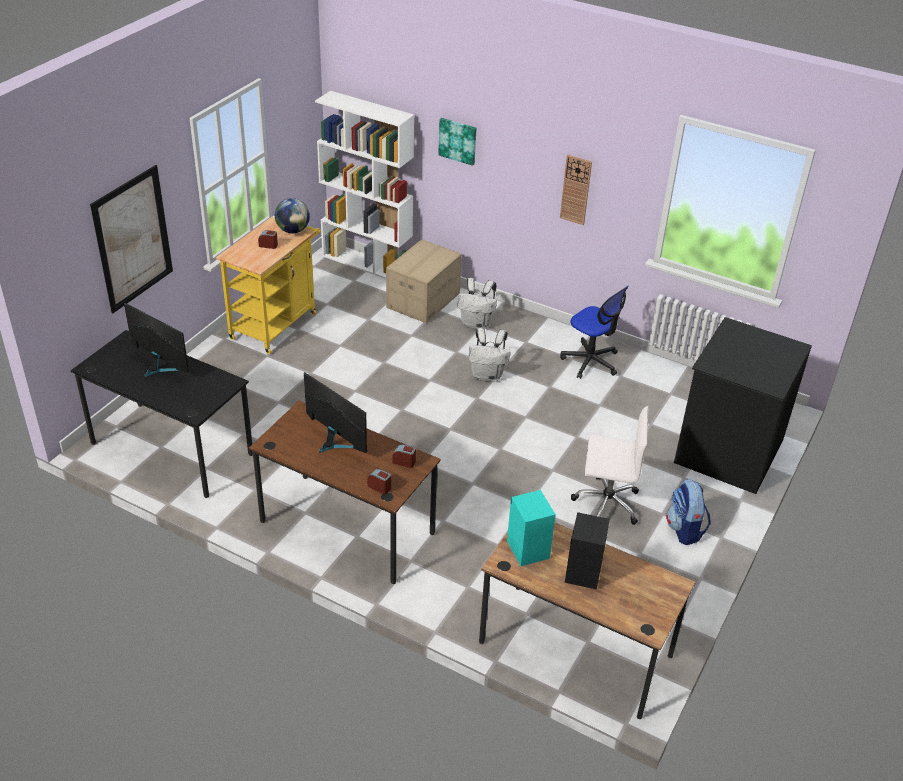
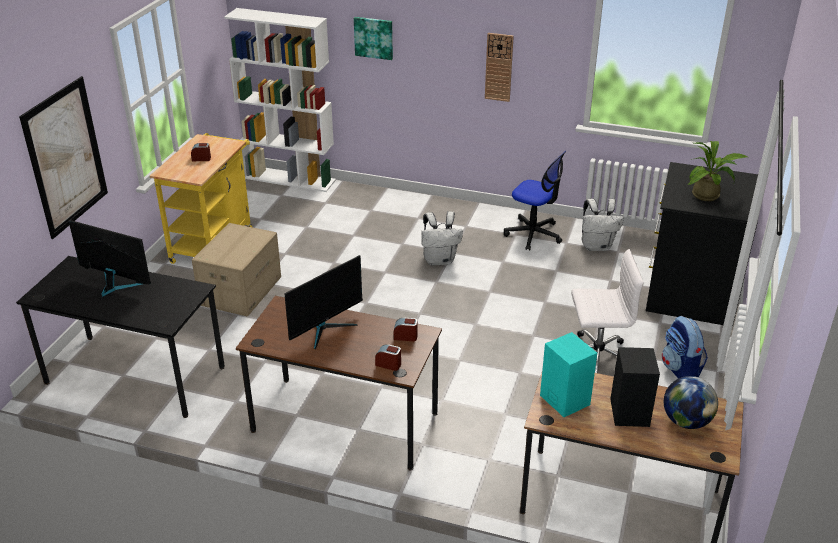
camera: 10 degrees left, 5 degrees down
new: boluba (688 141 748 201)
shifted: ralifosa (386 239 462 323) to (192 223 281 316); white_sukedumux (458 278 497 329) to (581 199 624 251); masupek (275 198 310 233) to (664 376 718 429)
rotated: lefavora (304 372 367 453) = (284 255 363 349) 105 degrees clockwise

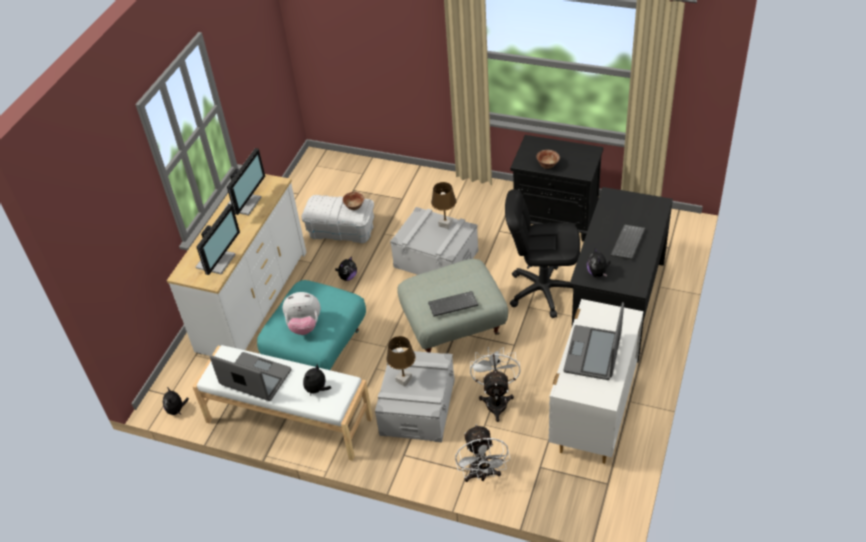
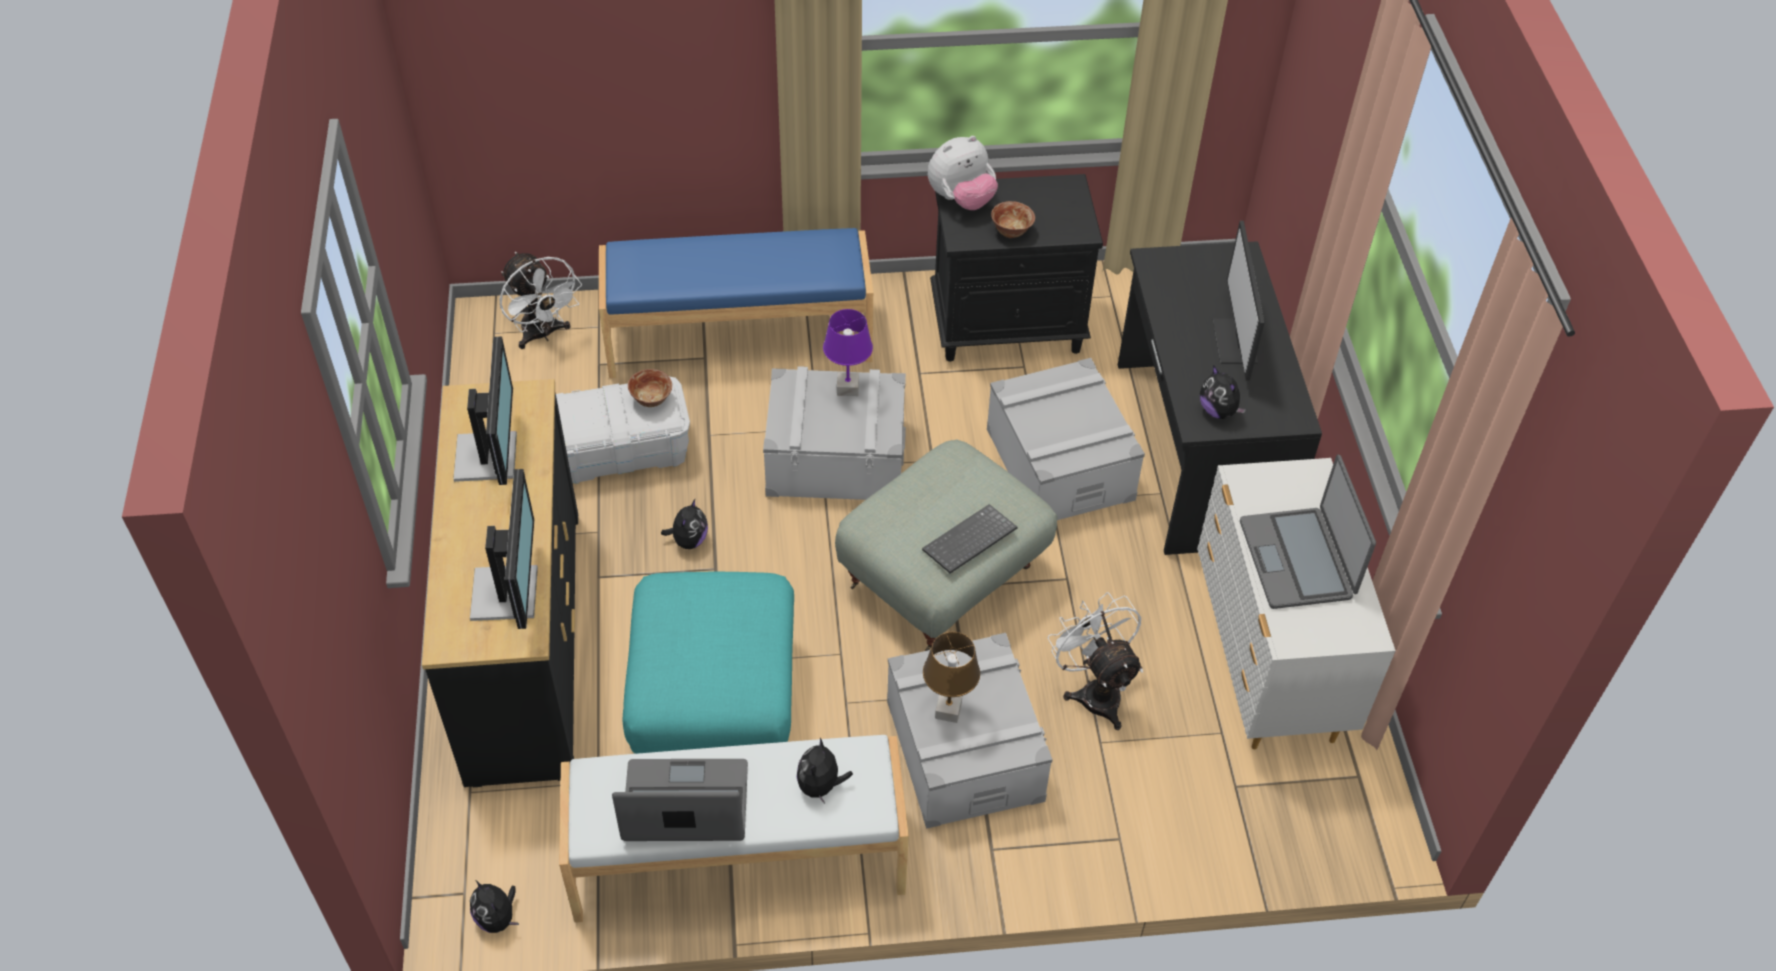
camera: 30 degrees left, 5 degrees up
new: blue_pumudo (599 228 873 378)
shifted: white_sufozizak (455 424 510 482) to (500 252 582 349); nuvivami (282 292 321 335) to (928 136 998 210)
swapped: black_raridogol (505 189 580 318) to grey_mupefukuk (987 358 1145 520); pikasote (611 224 646 260) to lefavora (1213 221 1264 381)
repainted: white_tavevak (167 174 307 356) to black_tavevak (422 379 578 787); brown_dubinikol (431 182 456 229) to purple_dubinikol (823 309 873 396)

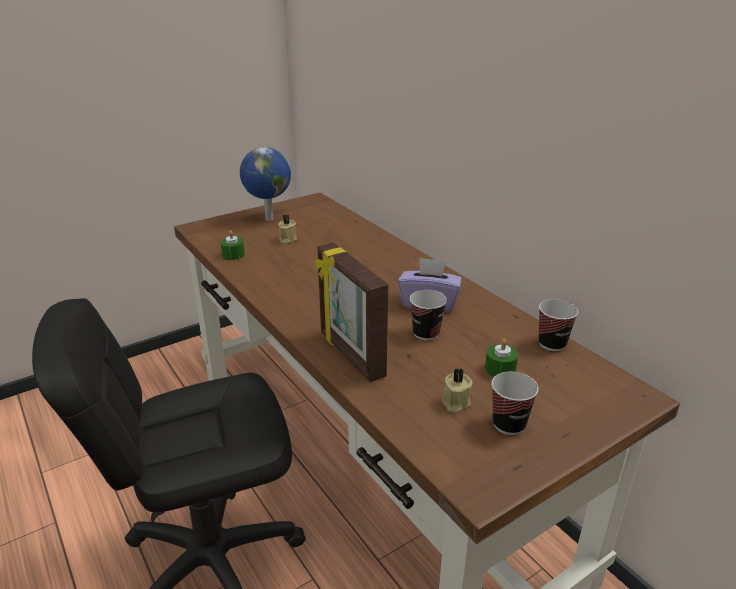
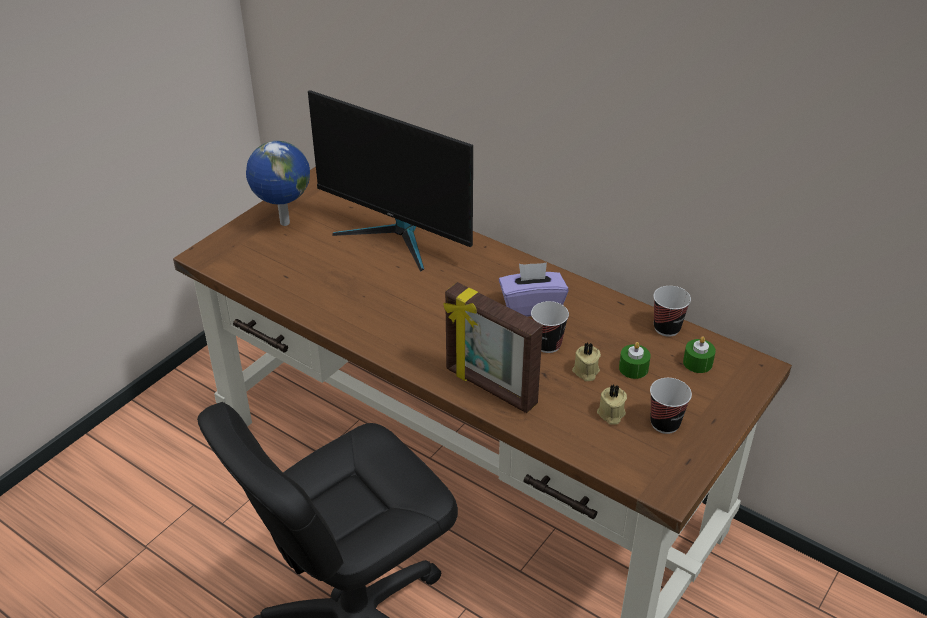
camera: 20 degrees left, 10 degrees up
new: lefavora (308 90 473 272)
shifted: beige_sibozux (278 215 297 244) to (572 343 601 381); green_sibozux (220 230 245 260) to (683 336 716 373)

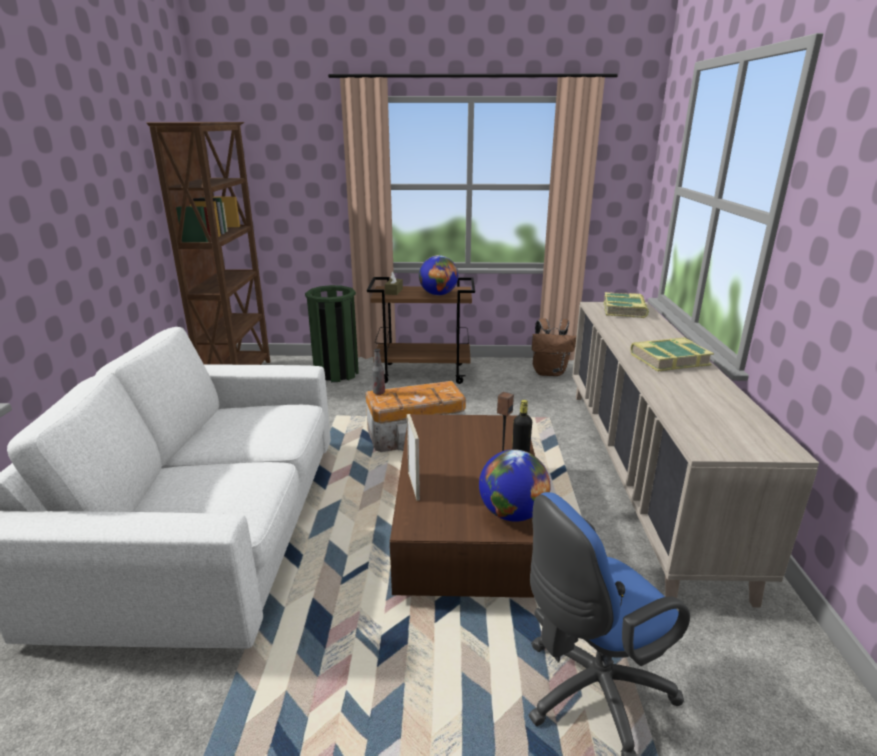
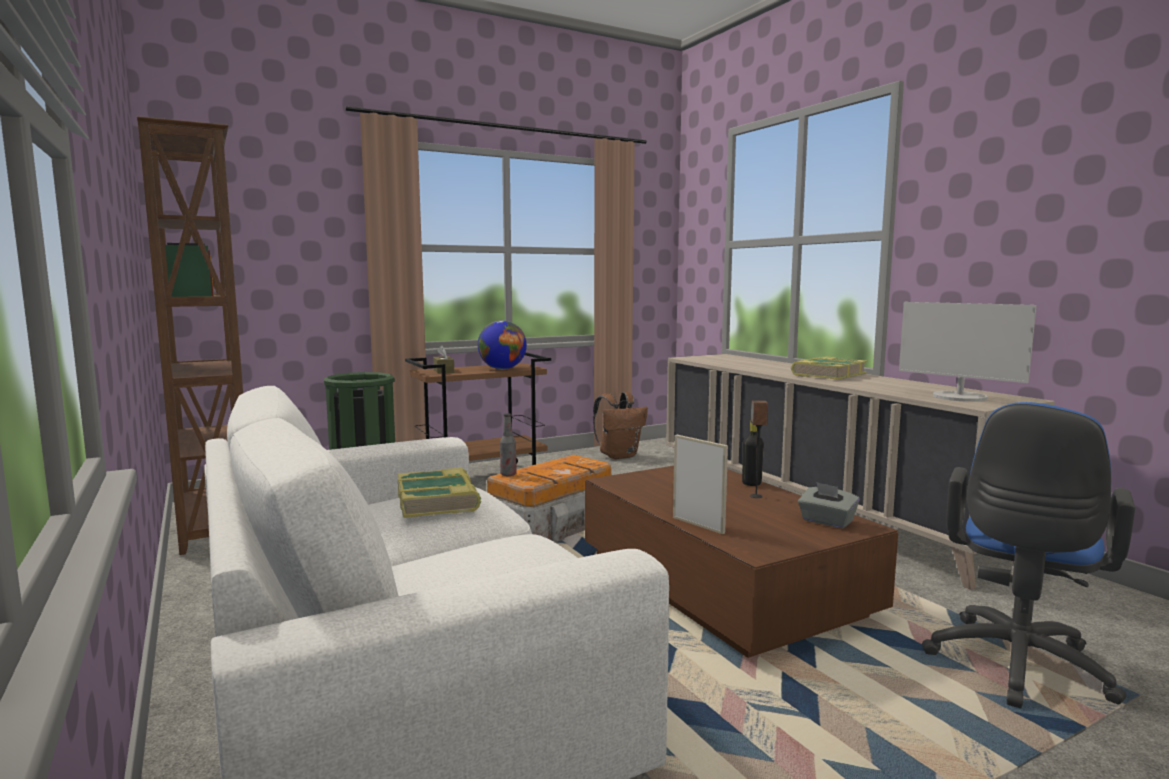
camera: 30 degrees left, 15 degrees down
new: lefavora (899 302 1037 402)
shifted: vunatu (604 292 649 318) to (398 468 481 518)
swapped: masupek (479 449 551 522) to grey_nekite (798 482 859 528)

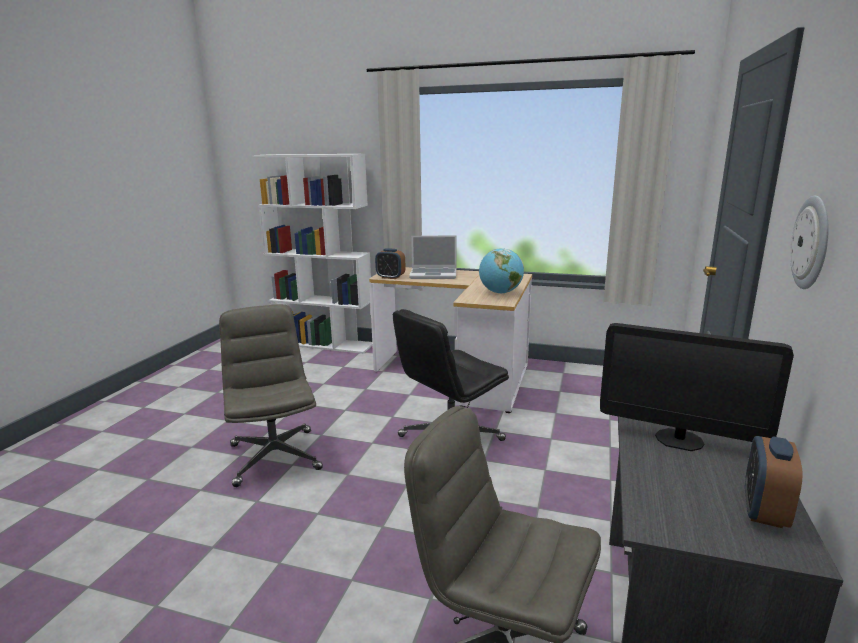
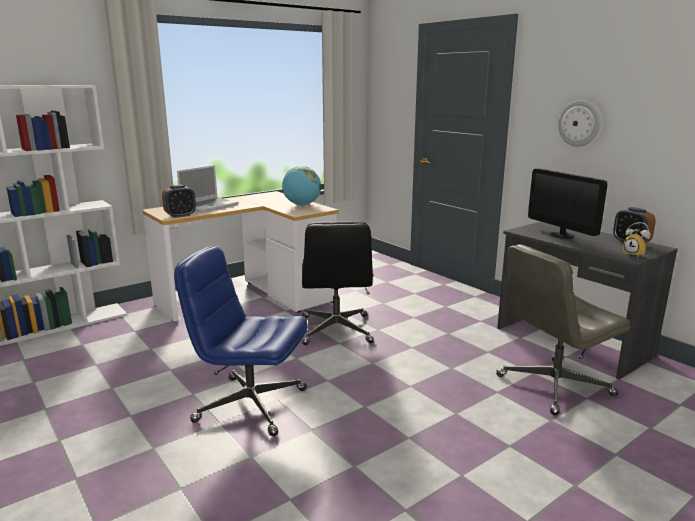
camera: 55 degrees left, 0 degrees up
new: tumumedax (623 222 650 257)
repainted: grey_raridogol (219 304 323 487) to blue_raridogol (174 246 308 436)
rotated: lefavora (600 323 794 451) = (528 168 608 239) 90 degrees clockwise

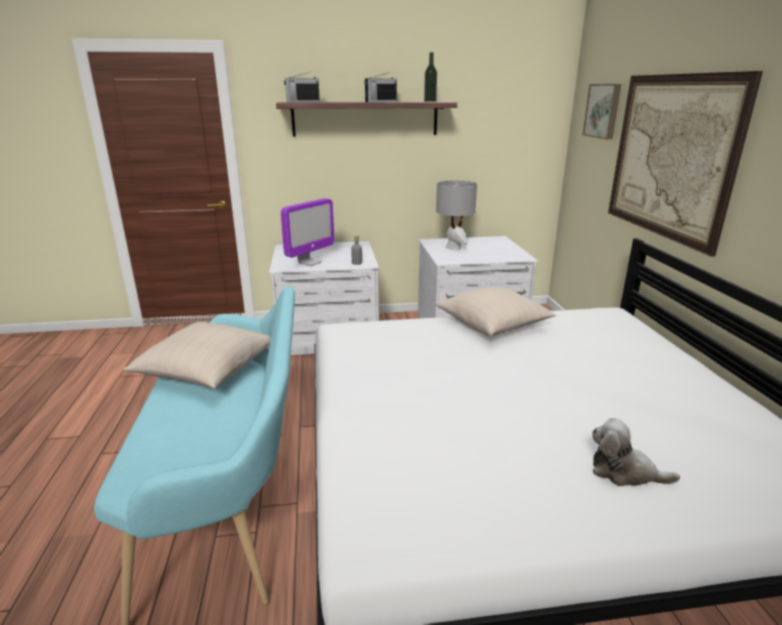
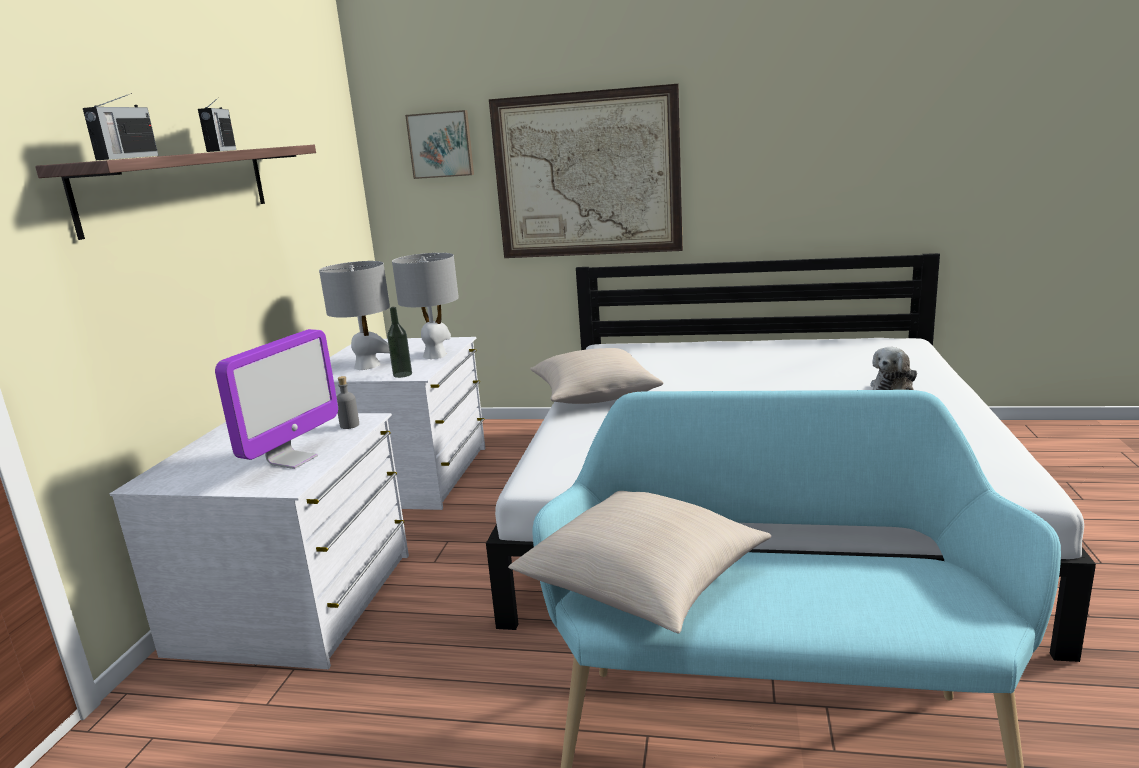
camera: 70 degrees left, 5 degrees down
new: grey_dubinikol (392 253 459 359)
shifted: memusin (424 52 437 102) to (387 307 412 378)
rotated: lefavora (281 198 334 266) = (215 329 338 469) 60 degrees clockwise

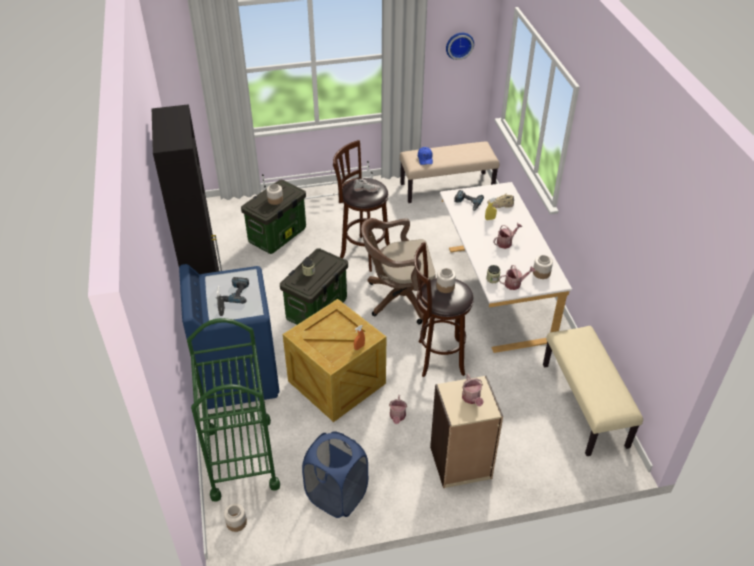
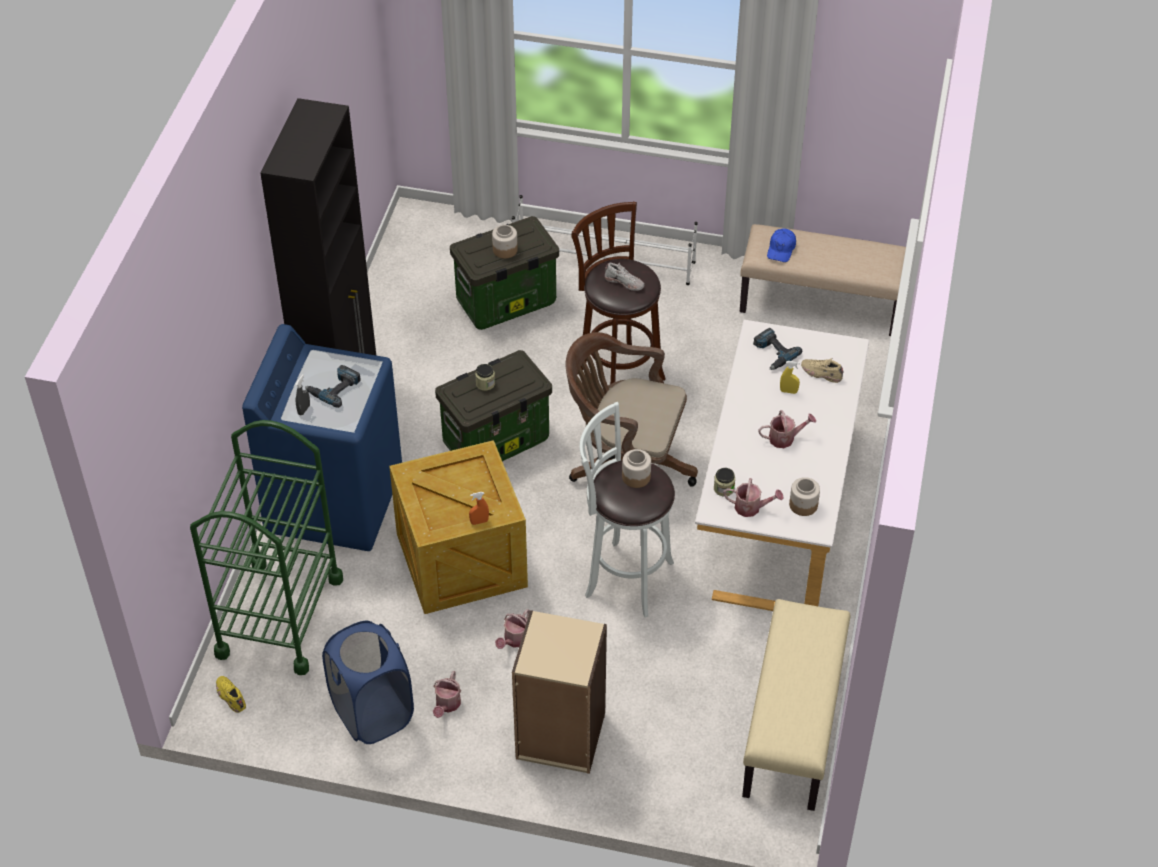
camera: 25 degrees right, 5 degrees up
gone: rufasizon (446 33 474 60)
shifted: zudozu (462 374 484 406) to (433 671 461 718)
swapped: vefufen (224 504 247 532) to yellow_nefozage (216 676 246 713)
repainted: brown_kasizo (414 242 474 377) to white_kasizo (580 402 675 617)

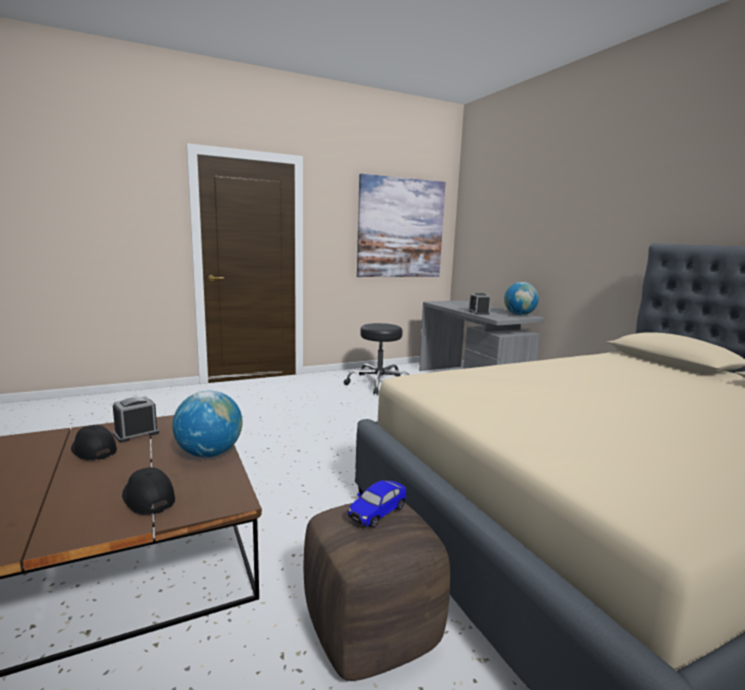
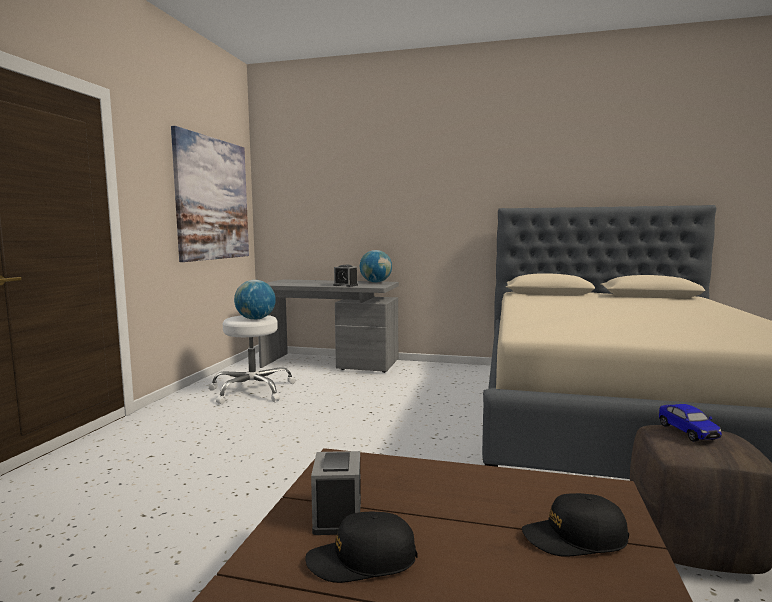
camera: 50 degrees left, 5 degrees down
shifted: masupek (172 391 242 457) to (234 280 276 320)
repainted: black_kasizo (344 323 409 395) to white_kasizo (209 315 296 404)

